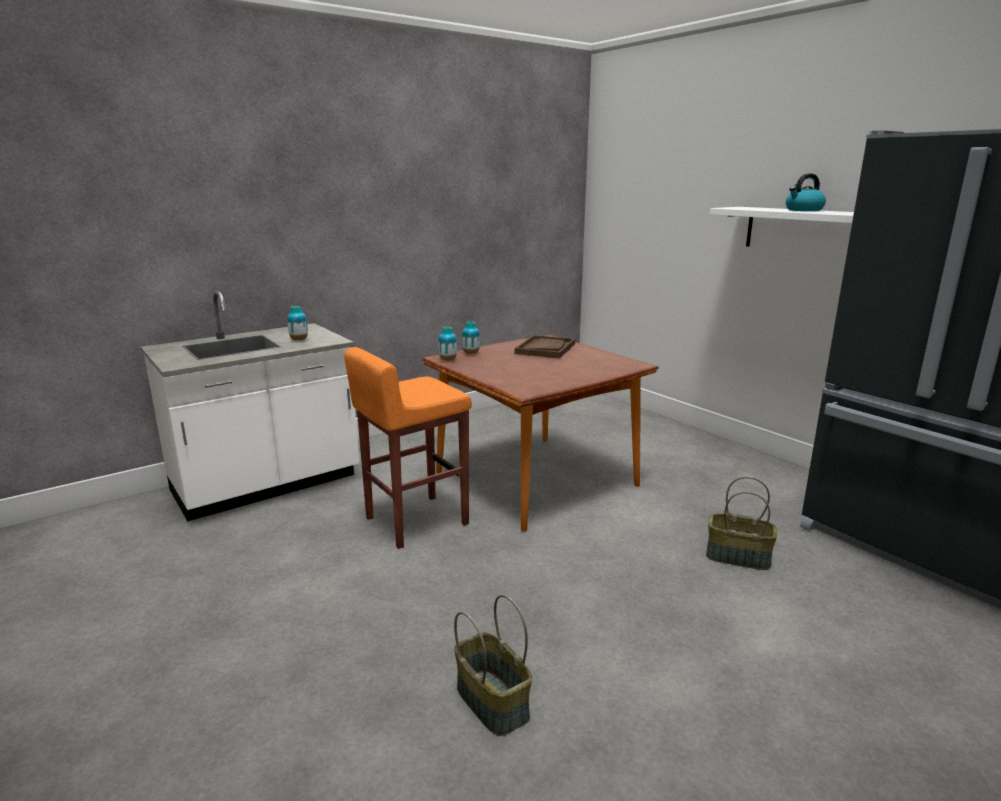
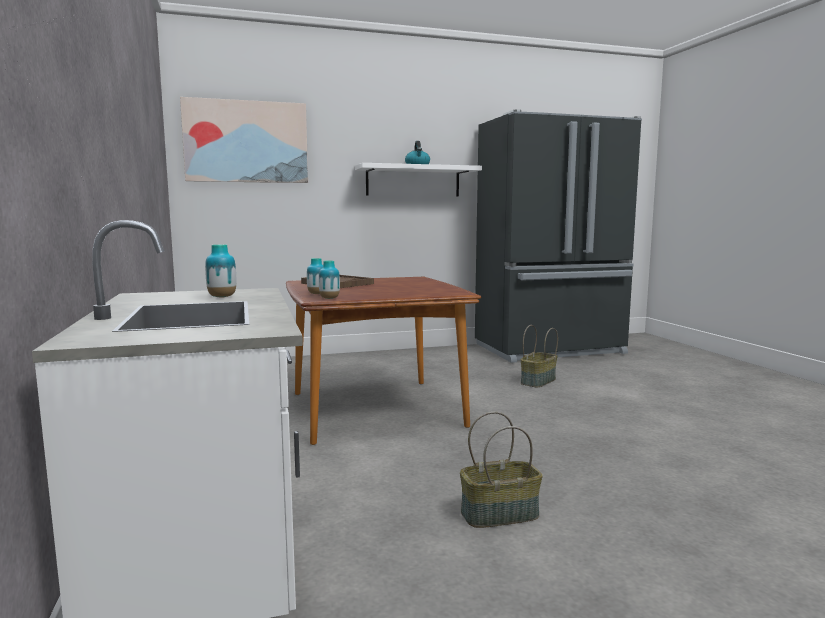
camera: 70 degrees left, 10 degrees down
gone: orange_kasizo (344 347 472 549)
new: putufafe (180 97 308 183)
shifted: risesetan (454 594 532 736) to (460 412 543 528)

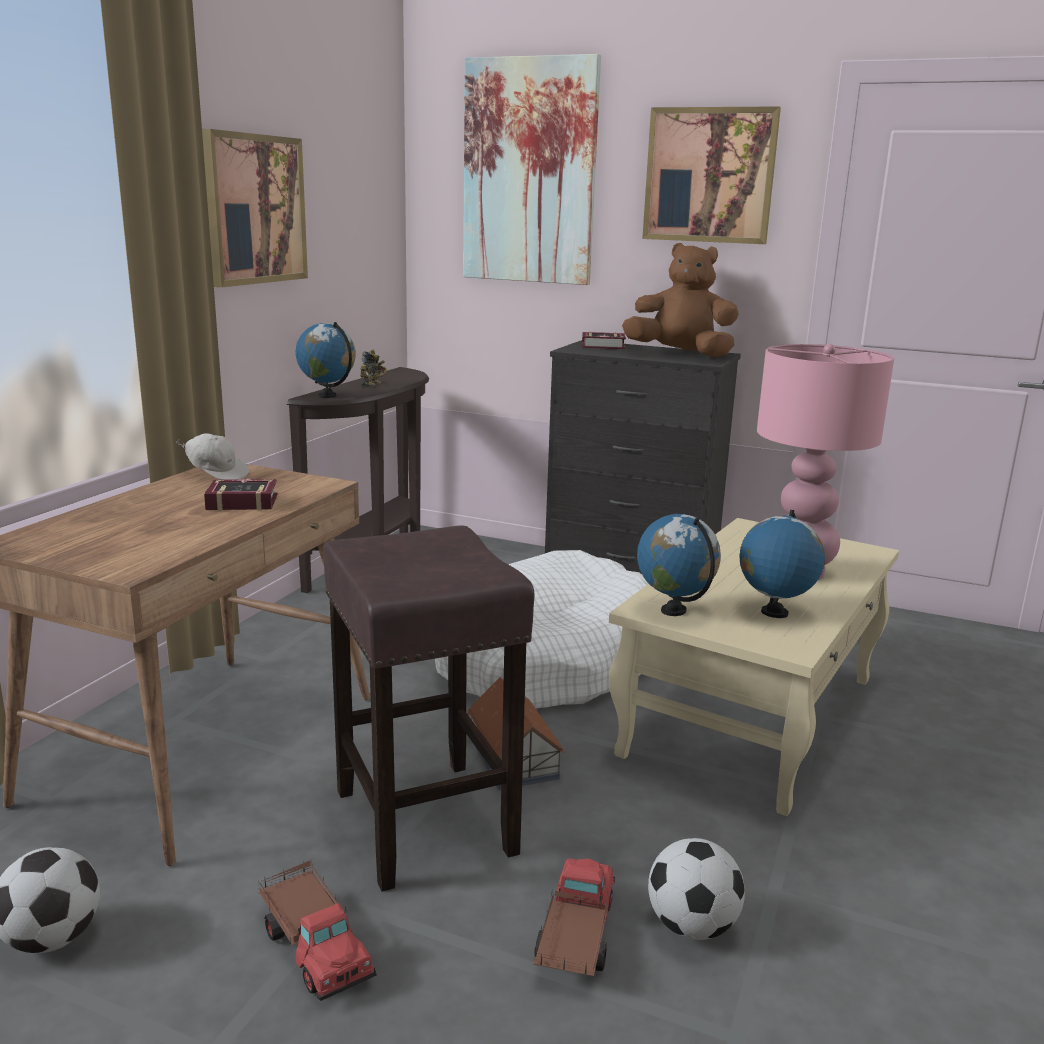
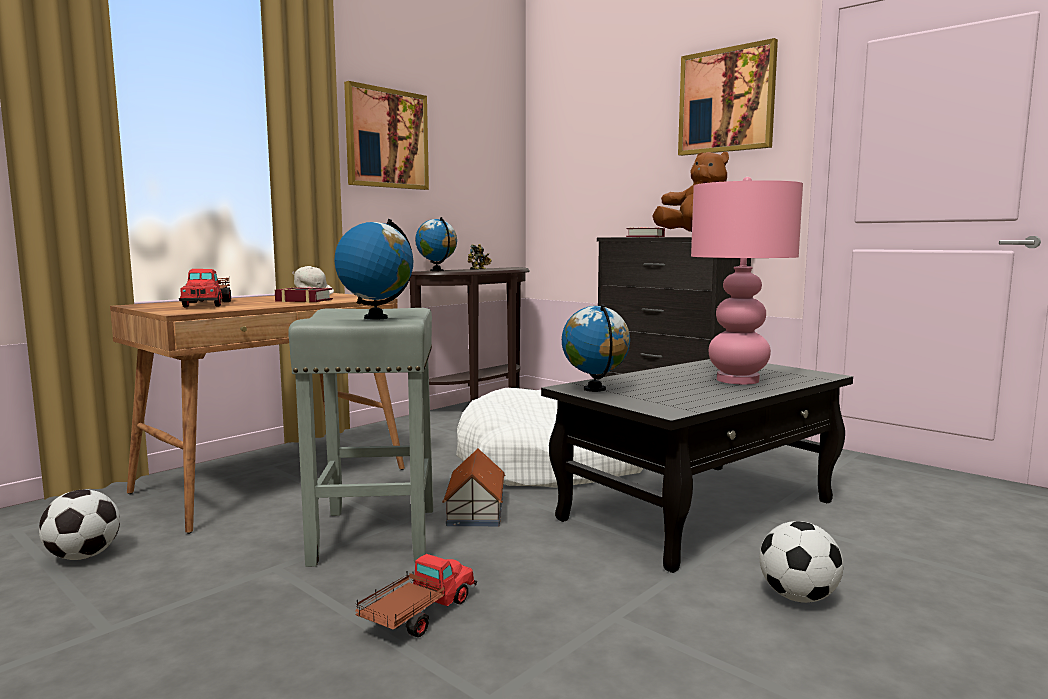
camera: 20 degrees right, 10 degrees down
gone: putufafe (463 54 601 285)
shifted: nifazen (258 861 377 1001) to (179 269 231 307); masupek (739 510 825 618) to (335 219 413 320); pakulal (648 838 745 940) to (760 521 843 603)
repainted: brown_kasizo (323 526 534 892) to grey_kasizo (288 308 433 567); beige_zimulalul (609 518 899 816) to black_zimulalul (541 359 853 573)

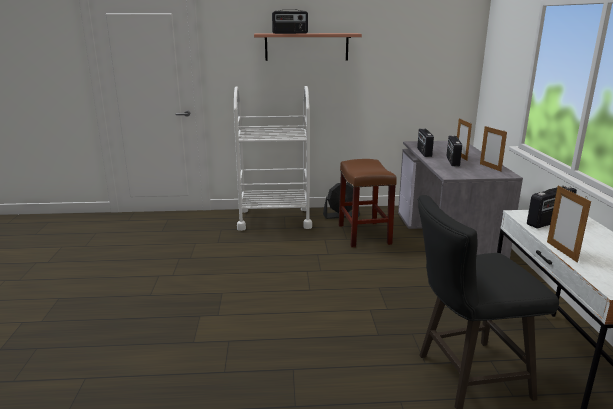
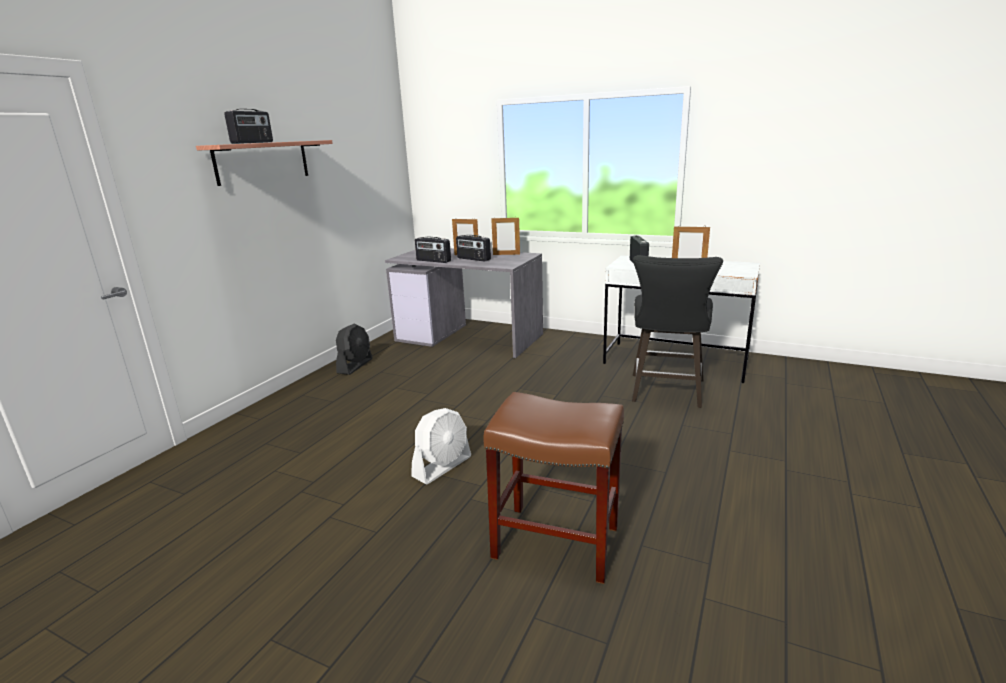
camera: 60 degrees left, 0 degrees up
gone: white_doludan (234 86 312 231)
new: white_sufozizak (411 408 471 484)
shifted: brown_kasizo (339 159 397 248) to (483 392 624 584)

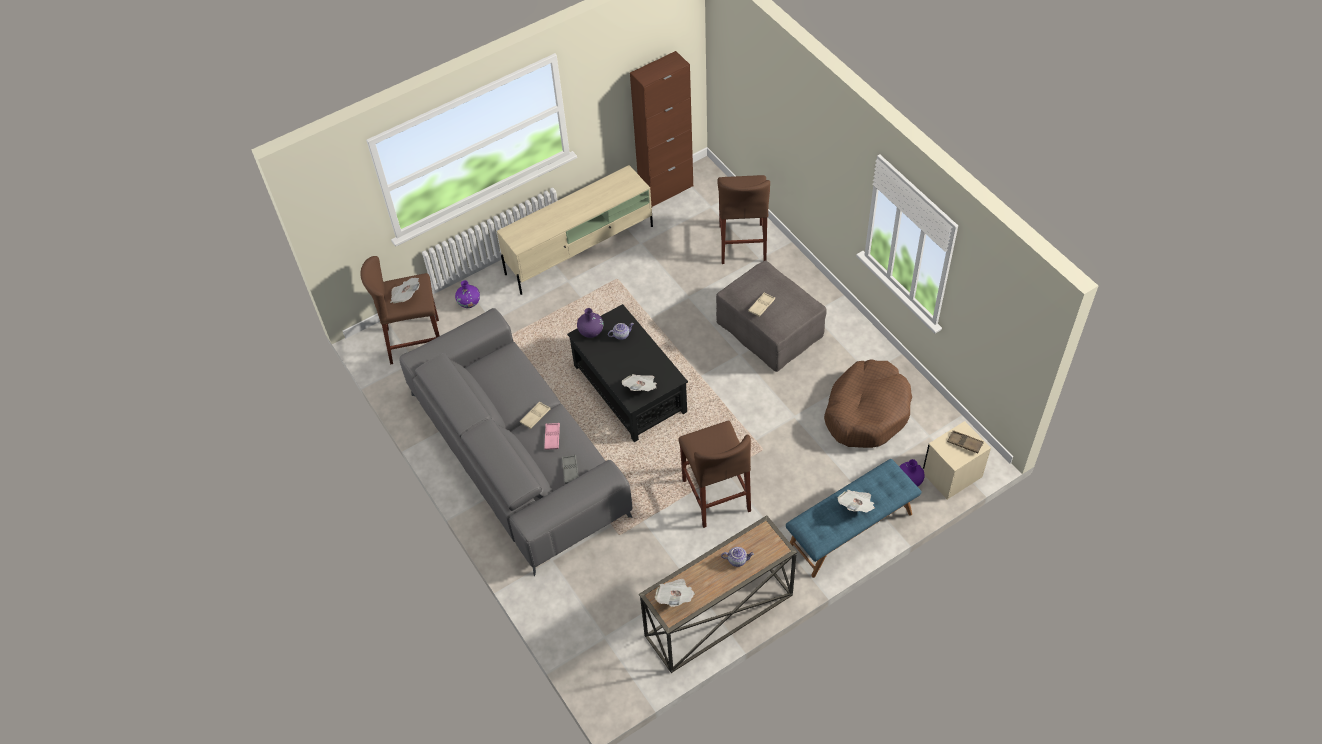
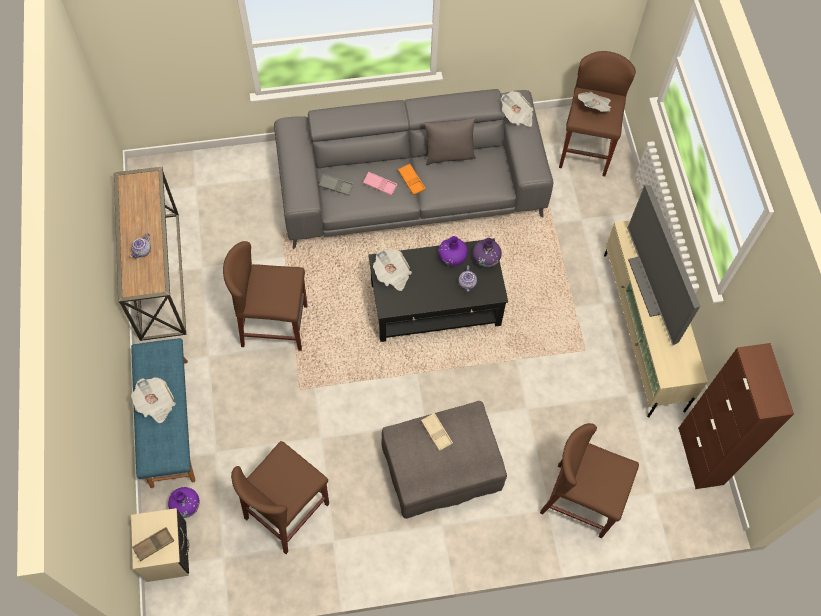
camera: 110 degrees right, 10 degrees up
new: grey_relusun (424 117 476 165); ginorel (627 185 700 345)
shifted: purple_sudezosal (455 280 480 308) to (438 236 468 266); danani (655 579 695 607) to (501 91 533 127)
swapped: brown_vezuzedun (824 359 912 448) to brown_kasizo (231 441 329 554)
repainted: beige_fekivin (520 402 550 429) to orange_fekivin (398 164 426 195)

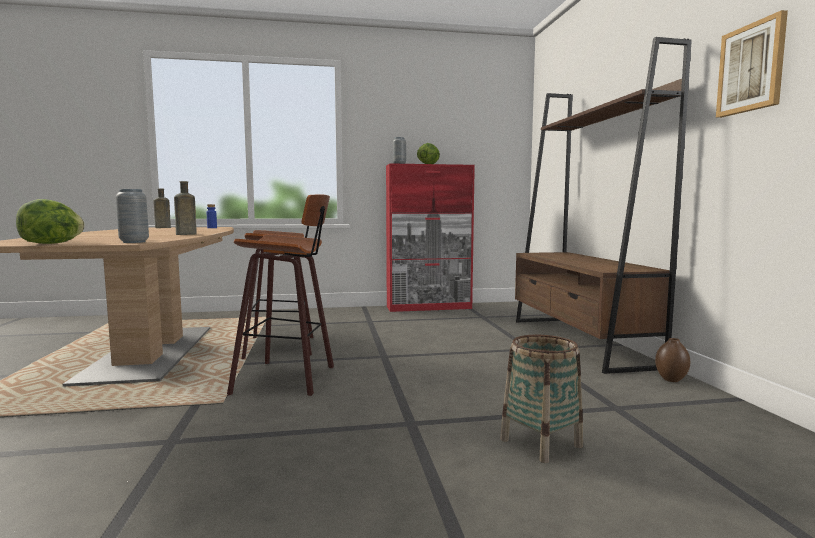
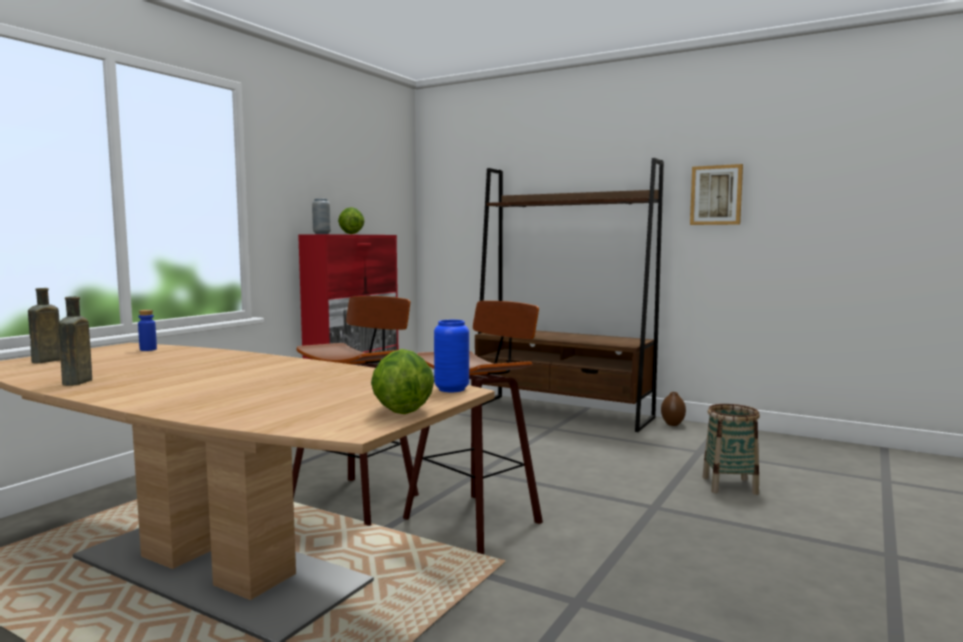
camera: 50 degrees left, 0 degrees up
shifted: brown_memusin (174 181 197 235) to (58 296 92 386)
repainted: grey_sudezosal (116 189 149 243) to blue_sudezosal (434 320 469 392)

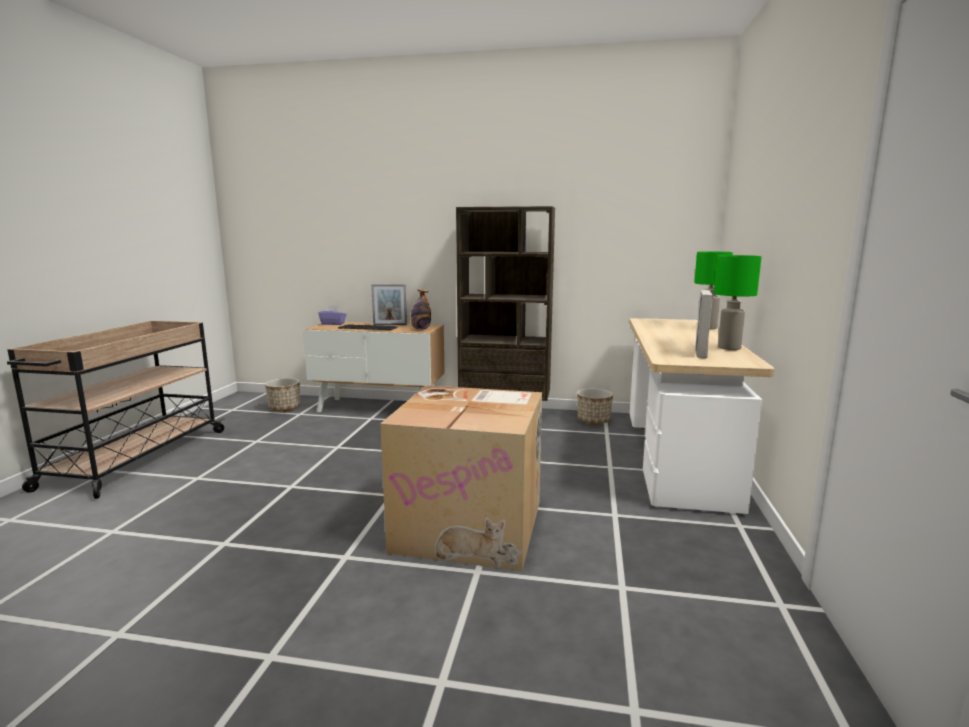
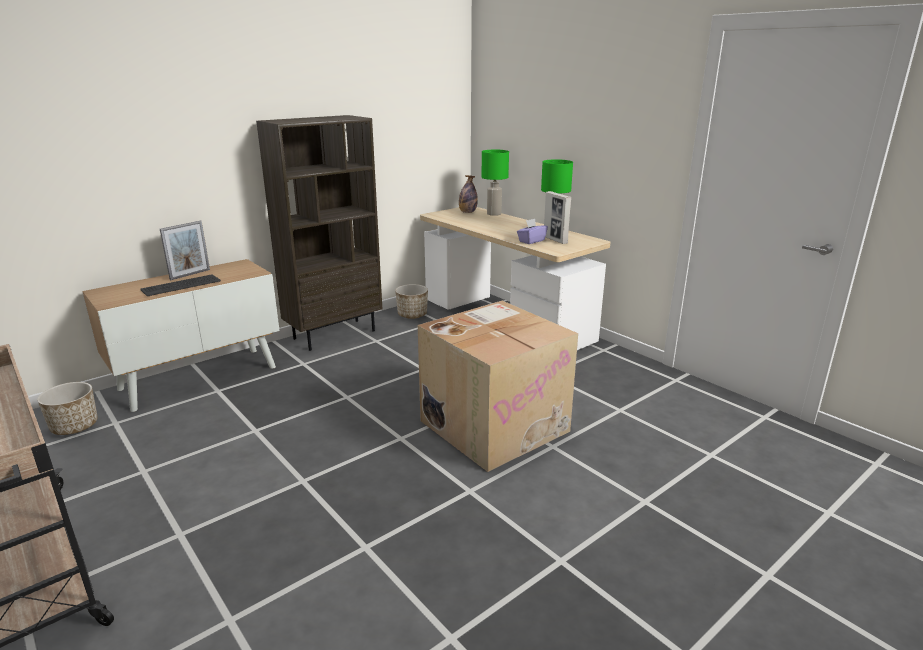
camera: 50 degrees left, 10 degrees up
shifted: memusin (411 289 431 330) to (459 175 478 213); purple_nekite (318 305 347 325) to (517 219 548 244)

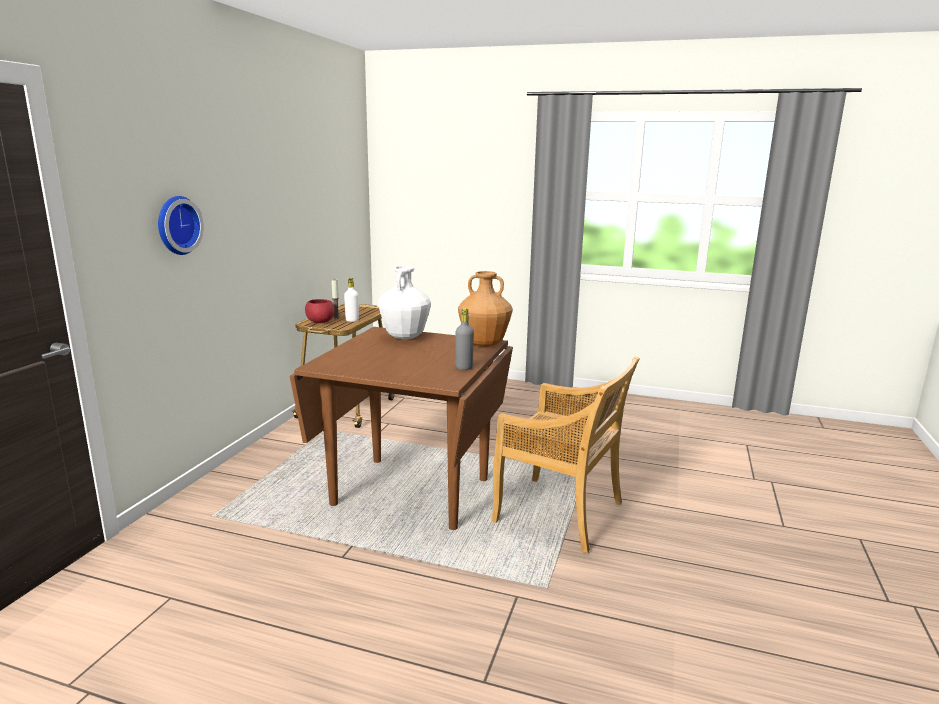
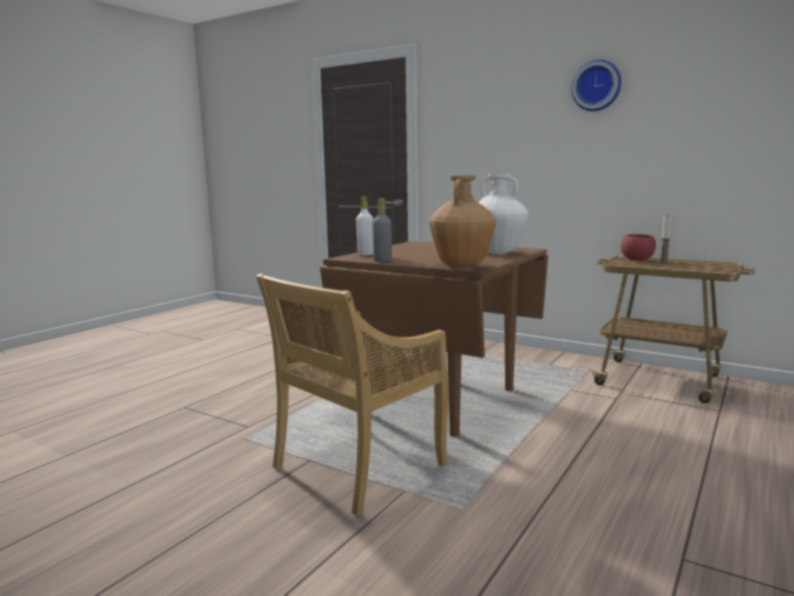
camera: 105 degrees right, 5 degrees down
shifted: white_memusin (344 278 359 322) to (356 196 373 255); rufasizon (158 196 204 255) to (571 60 621 111)

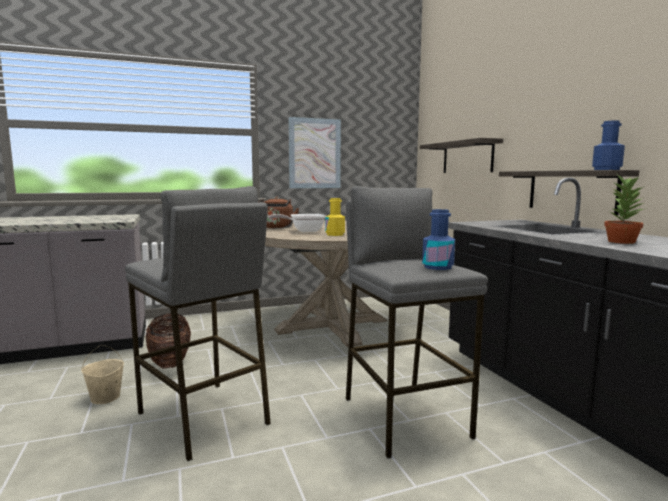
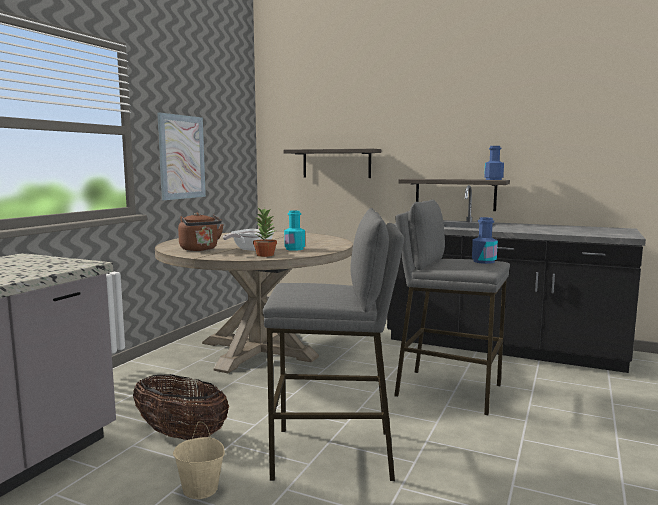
camera: 45 degrees left, 0 degrees up
shifted: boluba (604 176 647 244) to (253 207 277 257)
repainted: yellow_memusin (326 198 345 236) to turquoise_memusin (284 211 305 251)

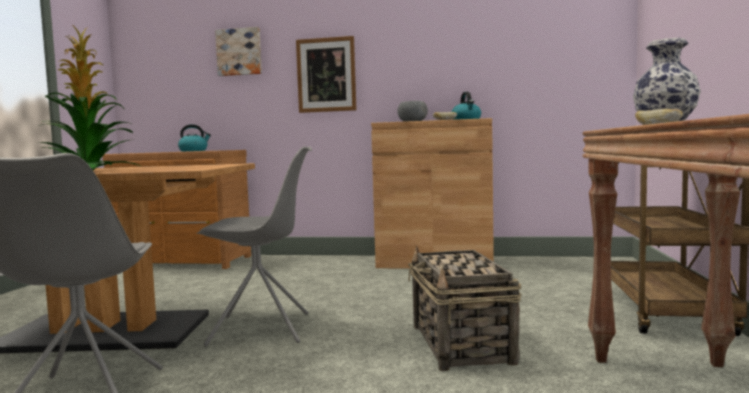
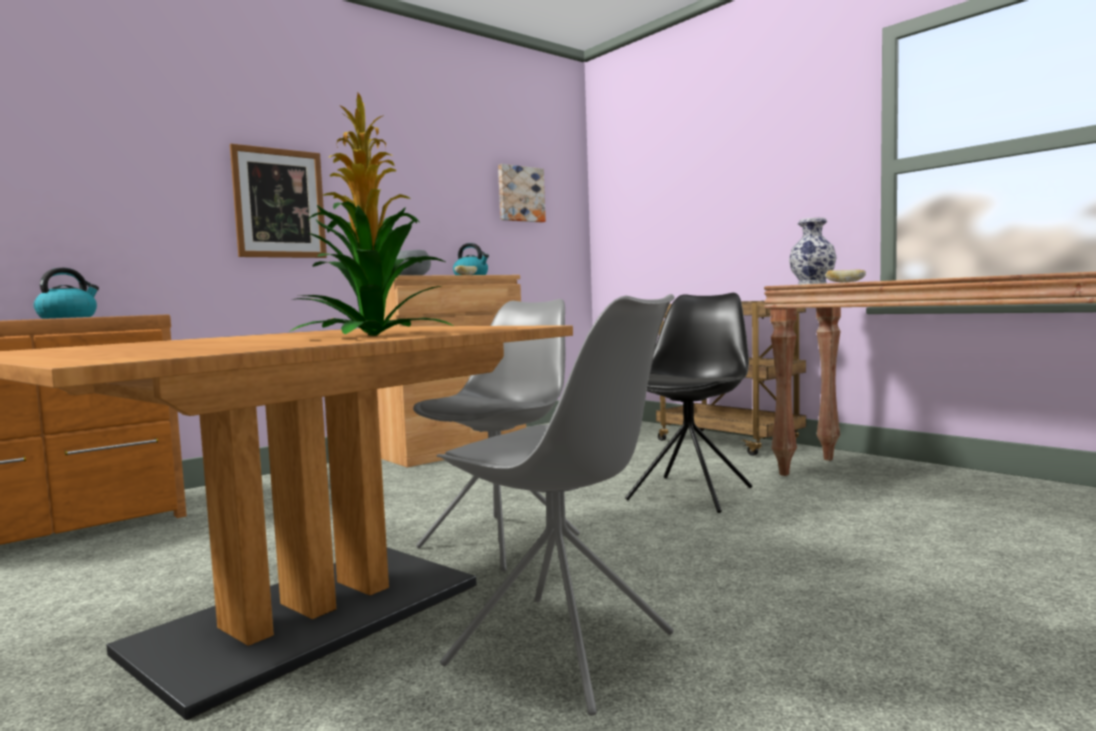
camera: 50 degrees left, 0 degrees up
shifted: putufafe (215 27 262 76) to (498 164 546 223)
swapped: risesetan (408 246 522 371) to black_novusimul (625 293 752 513)

